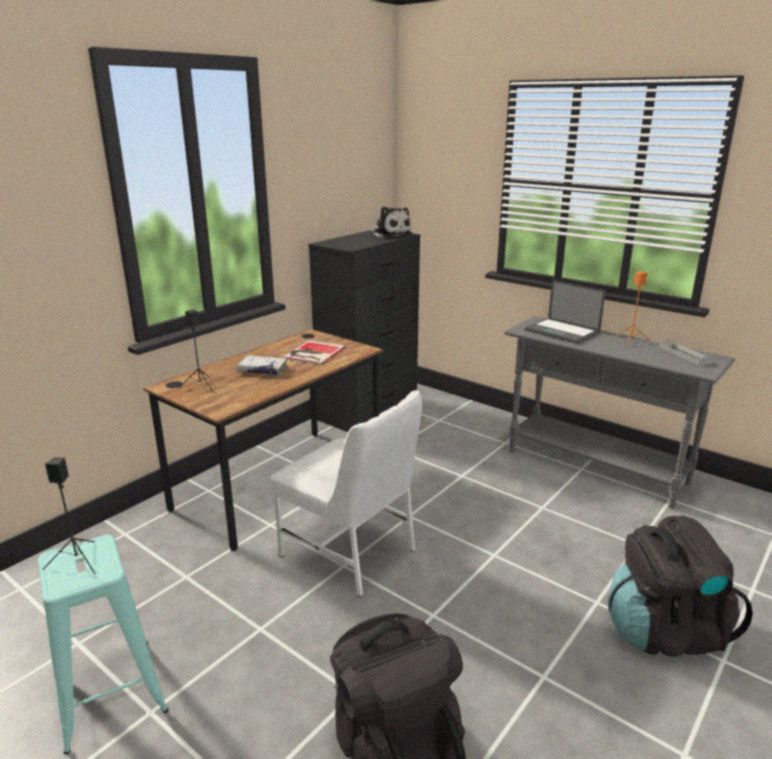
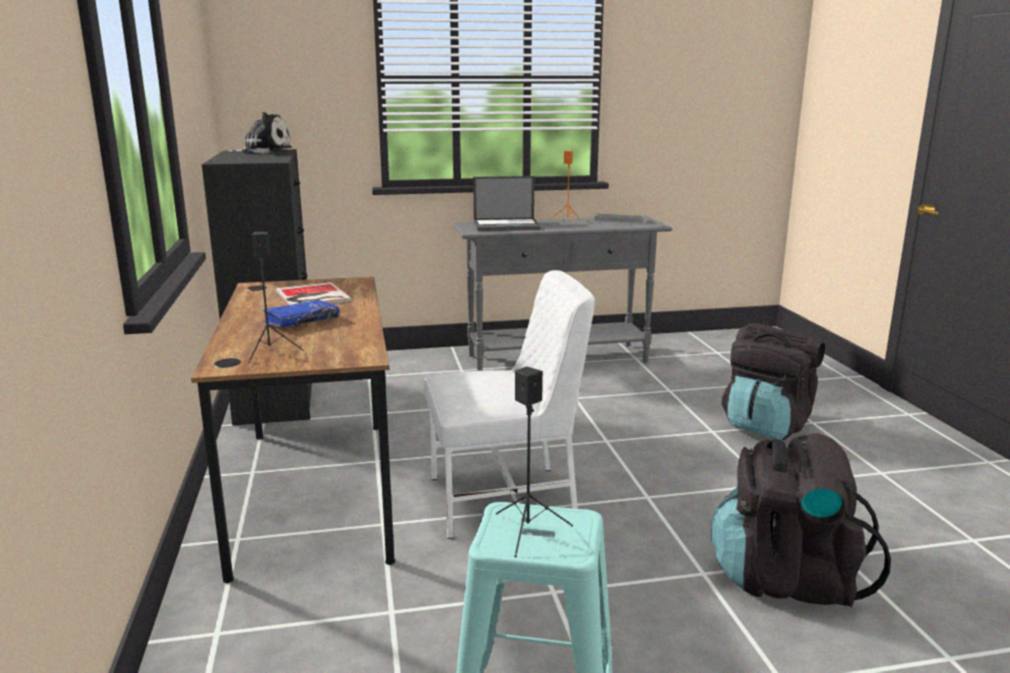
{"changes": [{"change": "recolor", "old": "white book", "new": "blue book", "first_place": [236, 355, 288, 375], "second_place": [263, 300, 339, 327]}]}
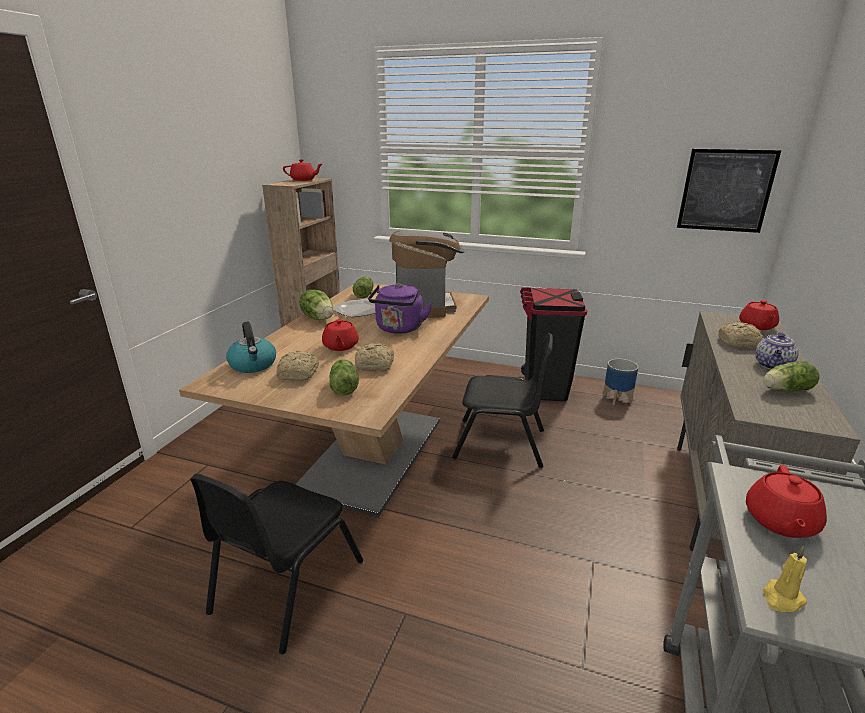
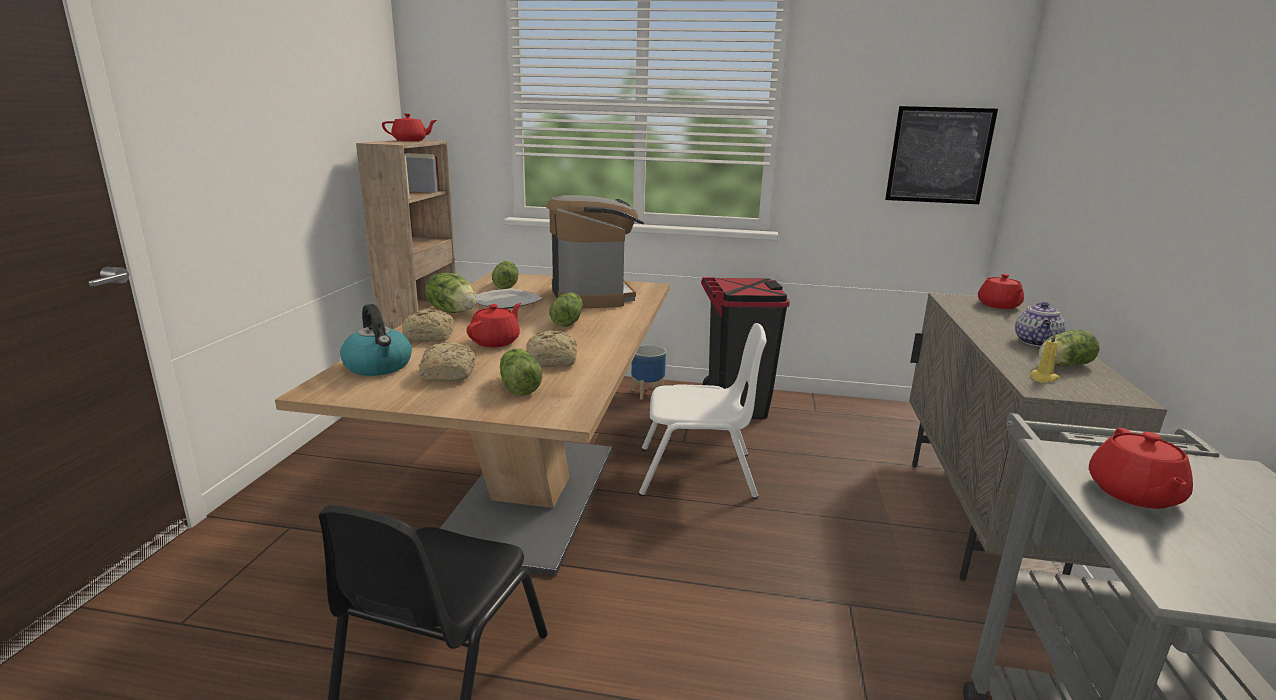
{"changes": [{"change": "rotate", "old": "red teapot", "first_place": [322, 319, 359, 351], "second_place": [467, 303, 521, 347], "degrees": -135}, {"change": "replace", "old": "purple kettle", "new": "lettuce", "first_place": [368, 283, 432, 334], "second_place": [549, 292, 583, 327]}, {"change": "recolor", "old": "black chair", "new": "white chair", "first_place": [452, 333, 553, 468], "second_place": [639, 323, 767, 499]}, {"change": "move", "old": "planter", "first_place": [603, 359, 638, 405], "second_place": [631, 345, 666, 400]}, {"change": "move", "old": "bread", "first_place": [718, 321, 764, 348], "second_place": [402, 308, 455, 342]}, {"change": "move", "old": "yellow candle", "first_place": [763, 546, 807, 612], "second_place": [1030, 333, 1059, 383]}]}
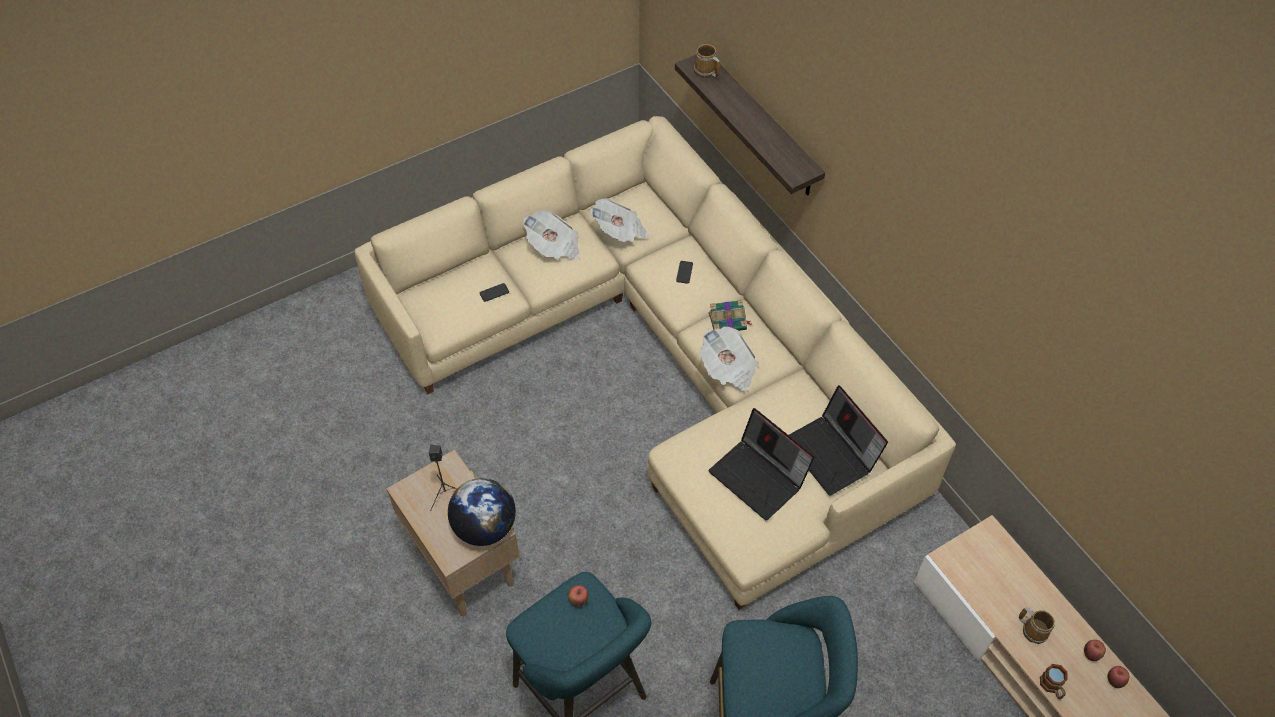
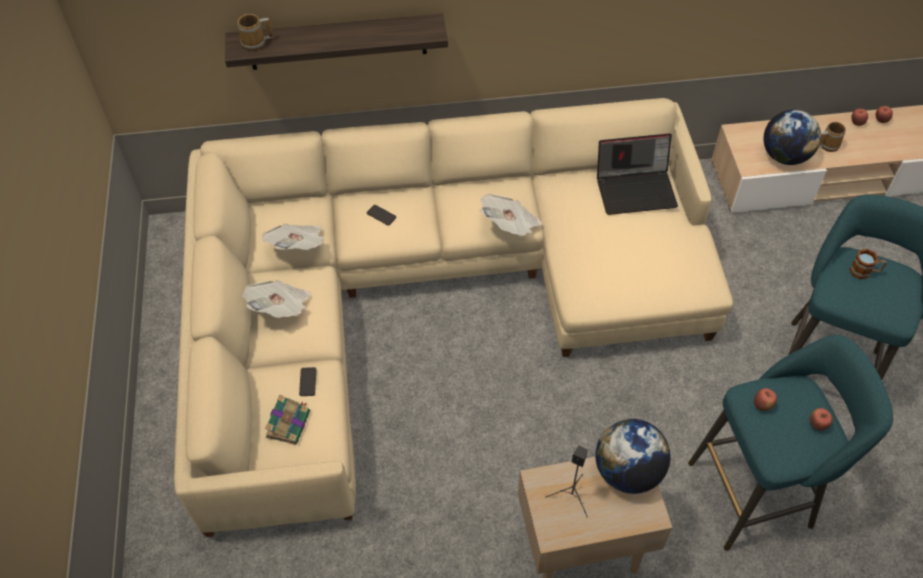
{"changes": [{"change": "delete", "old": "laptop", "first_place": [708, 408, 814, 520]}, {"change": "move", "old": "book", "first_place": [709, 300, 751, 331], "second_place": [265, 395, 310, 445]}, {"change": "move", "old": "mug", "first_place": [1040, 664, 1068, 699], "second_place": [849, 249, 887, 279]}, {"change": "insert", "new": "globe", "second_place": [763, 110, 821, 165]}, {"change": "insert", "new": "apple", "second_place": [810, 408, 833, 430]}]}
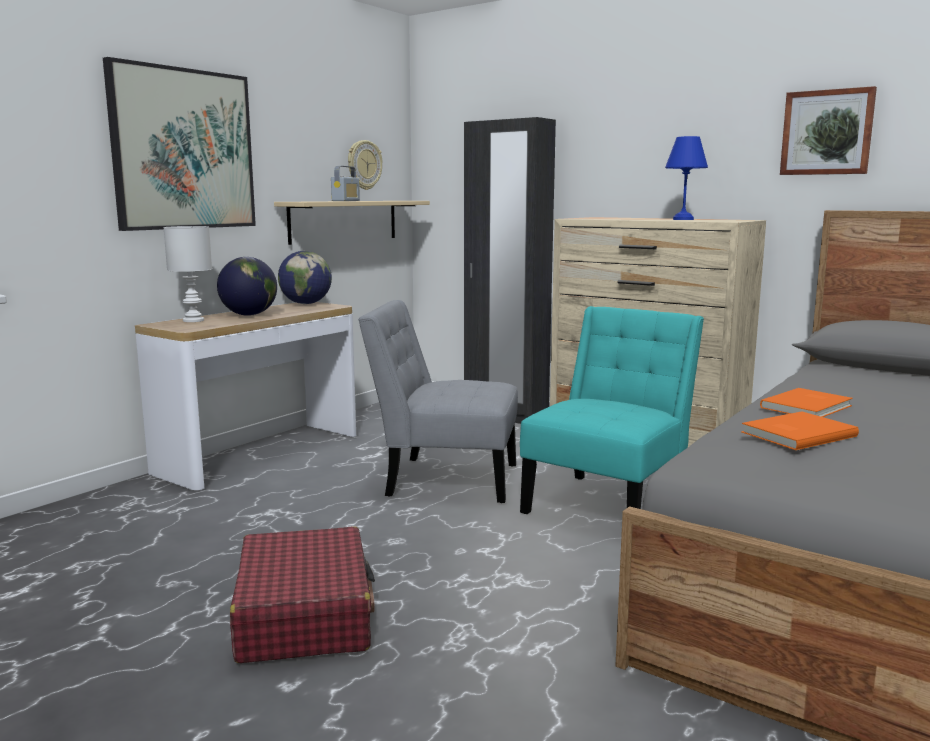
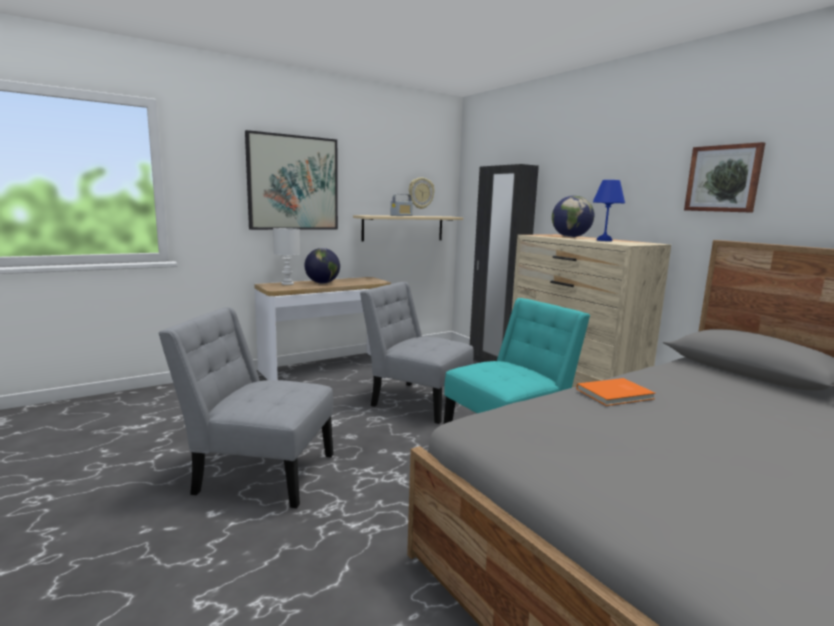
{"changes": [{"change": "replace", "old": "red suitcase", "new": "grey chair", "first_place": [230, 526, 375, 663], "second_place": [158, 307, 333, 508]}, {"change": "move", "old": "globe", "first_place": [278, 251, 332, 304], "second_place": [552, 195, 594, 237]}, {"change": "delete", "old": "orange book", "first_place": [741, 411, 859, 450]}]}
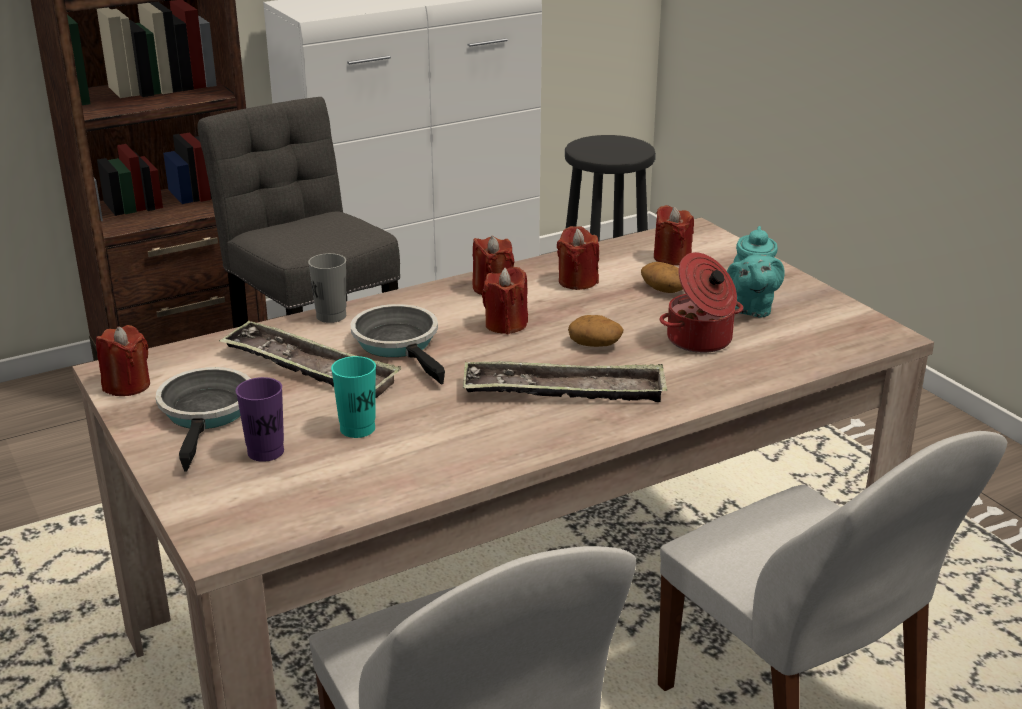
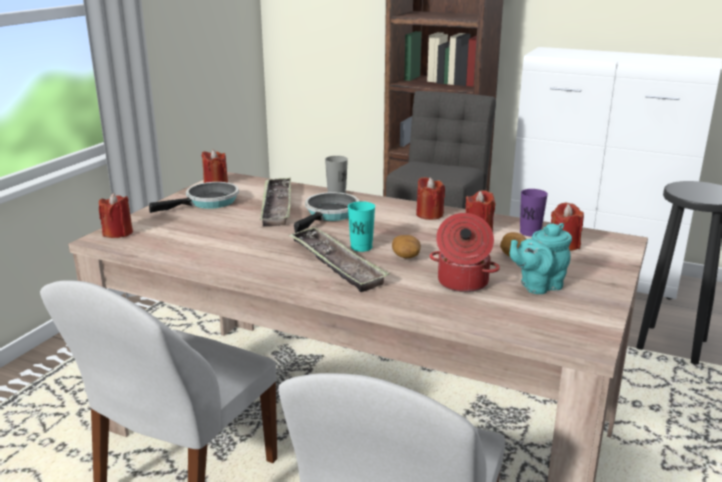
{"changes": [{"change": "move", "old": "purple cup", "first_place": [236, 377, 284, 462], "second_place": [520, 189, 548, 237]}, {"change": "move", "old": "turquoise cup", "first_place": [331, 356, 376, 438], "second_place": [348, 201, 375, 252]}, {"change": "move", "old": "red candle", "first_place": [482, 267, 528, 334], "second_place": [99, 193, 133, 238]}]}
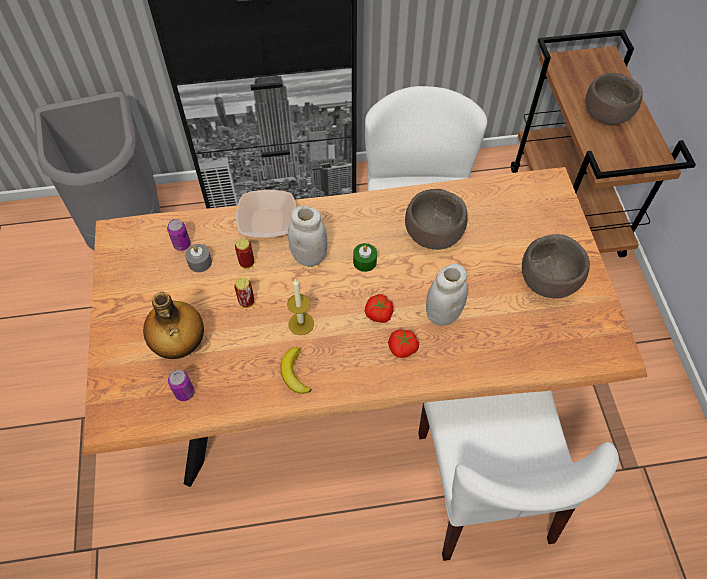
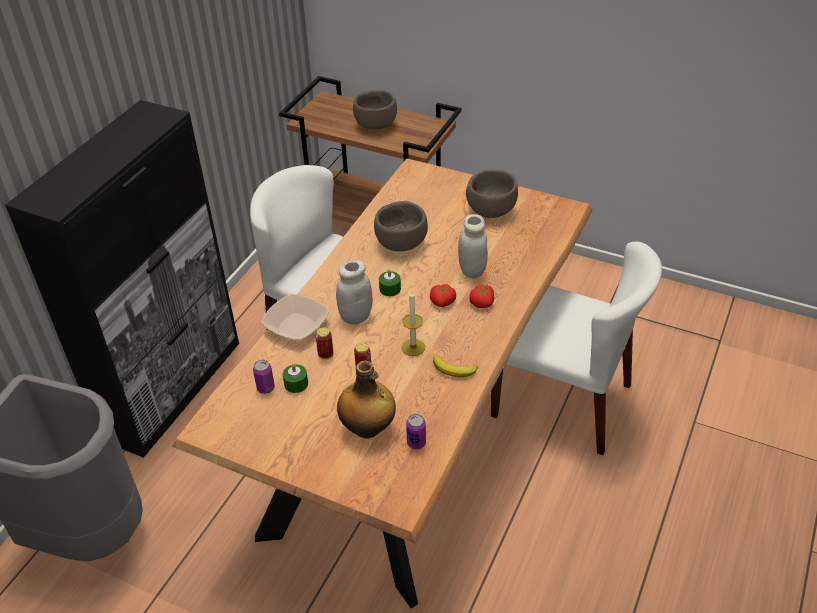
{"changes": [{"change": "recolor", "old": "grey candle", "new": "green candle", "first_place": [185, 244, 212, 272], "second_place": [283, 364, 308, 393]}]}
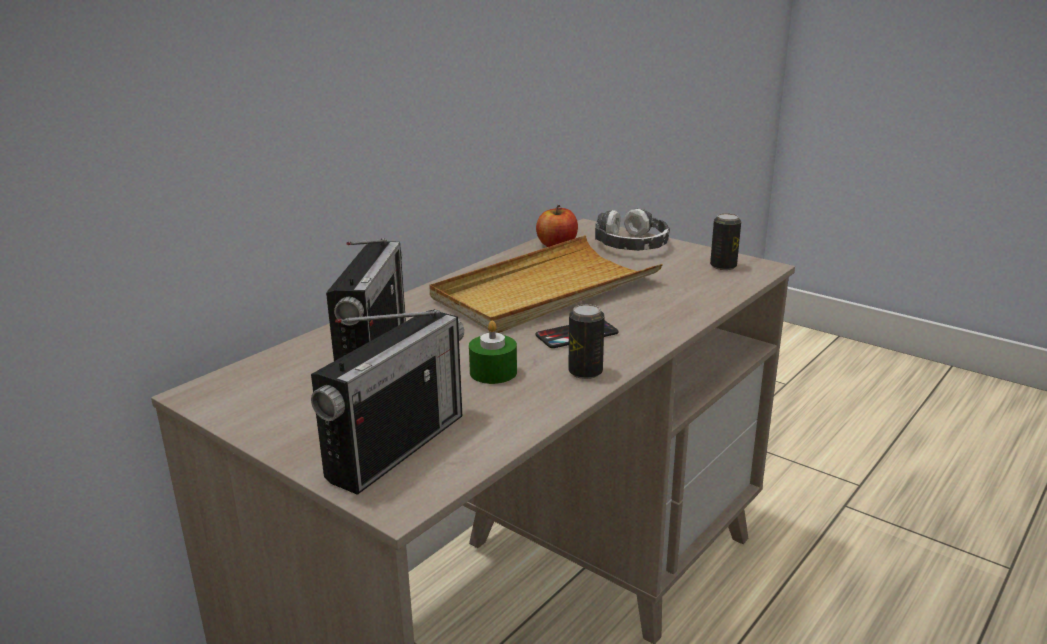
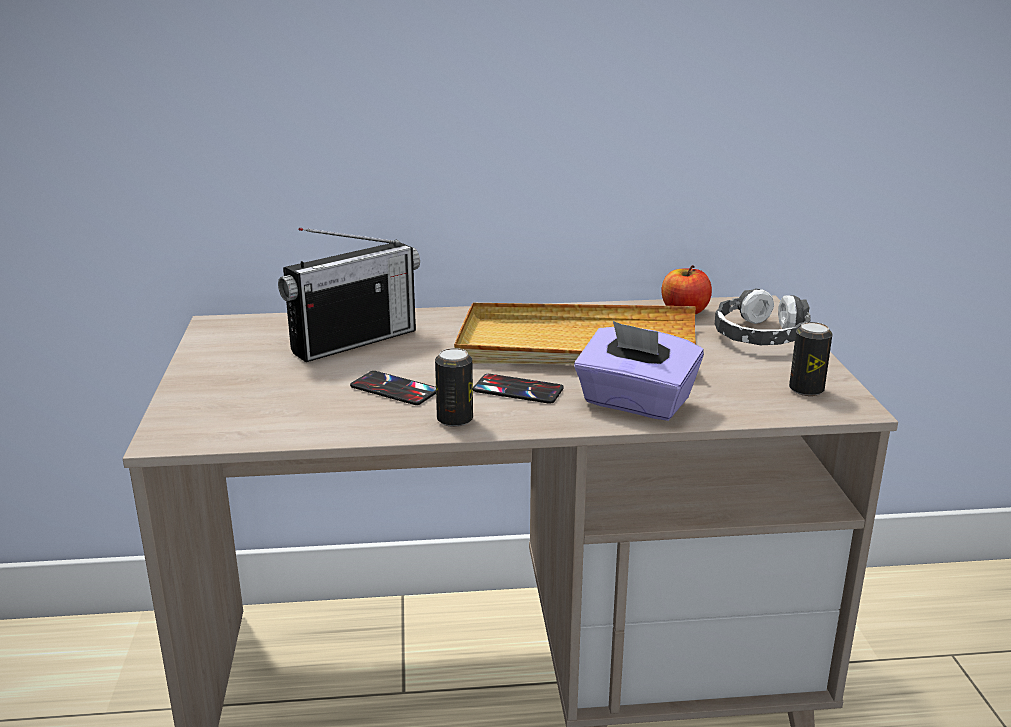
{"changes": [{"change": "delete", "old": "radio", "first_place": [311, 309, 464, 495]}, {"change": "replace", "old": "green candle", "new": "phone", "first_place": [469, 321, 517, 384], "second_place": [350, 371, 436, 405]}, {"change": "insert", "new": "purple tissue box", "second_place": [574, 321, 704, 421]}]}
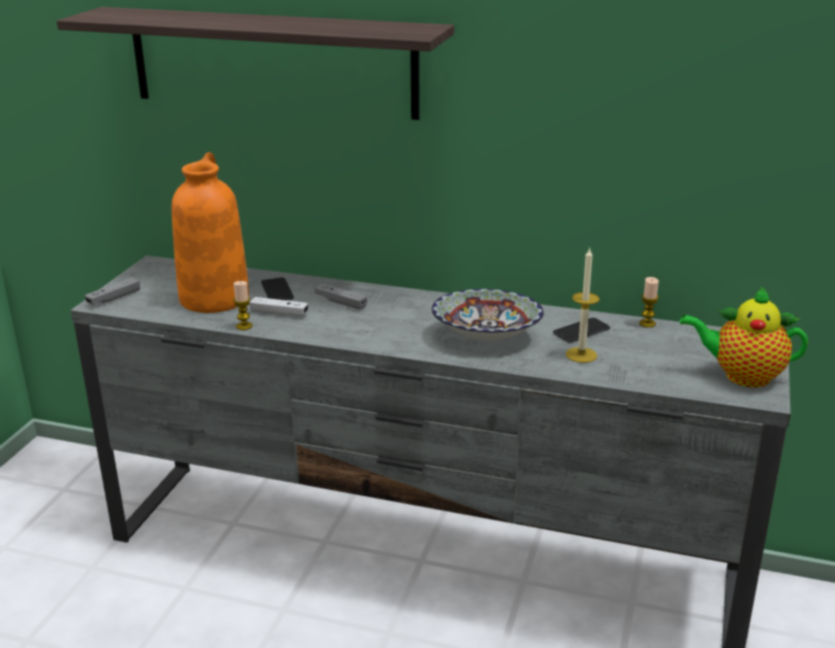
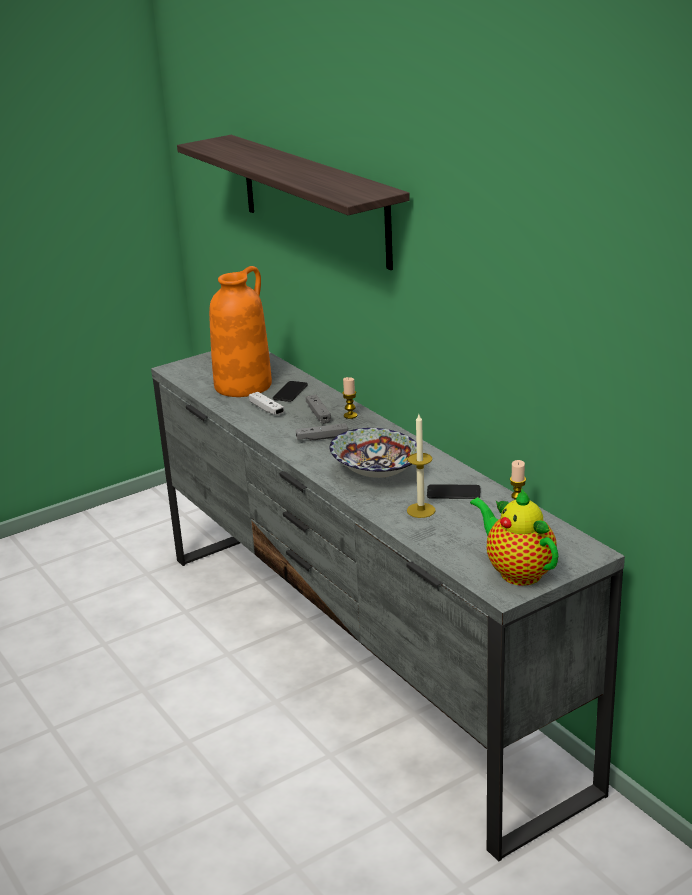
{"changes": [{"change": "move", "old": "grey game controller", "first_place": [85, 278, 140, 305], "second_place": [296, 423, 348, 441]}, {"change": "move", "old": "candle", "first_place": [233, 281, 253, 330], "second_place": [342, 377, 357, 419]}]}
